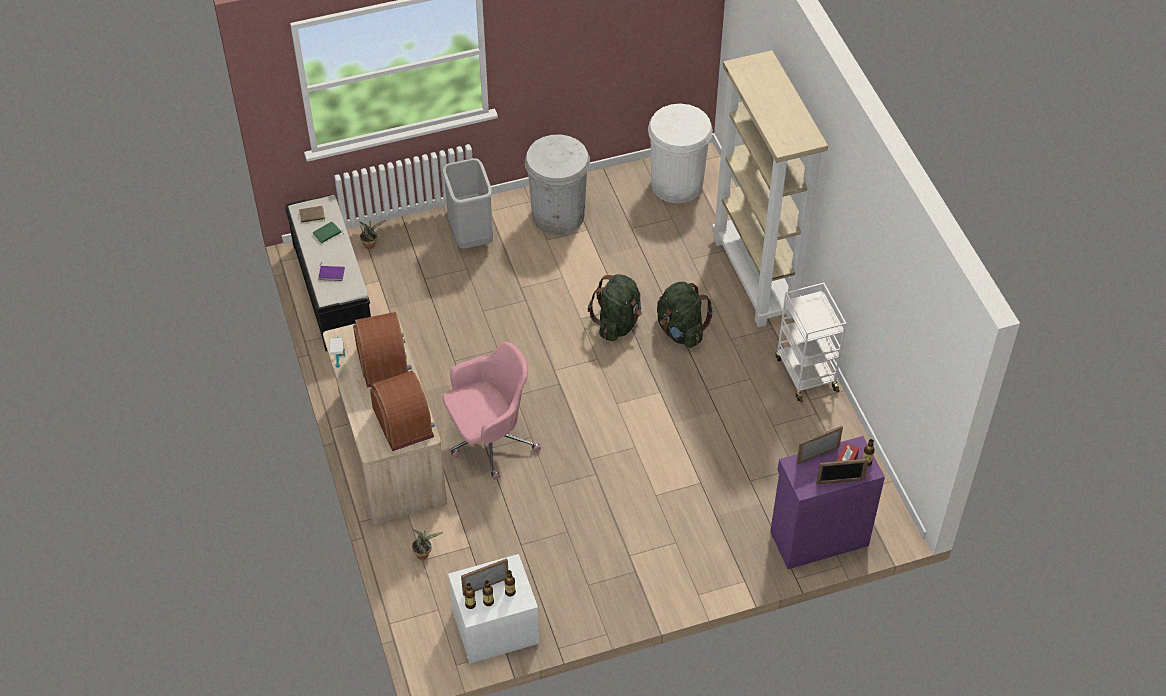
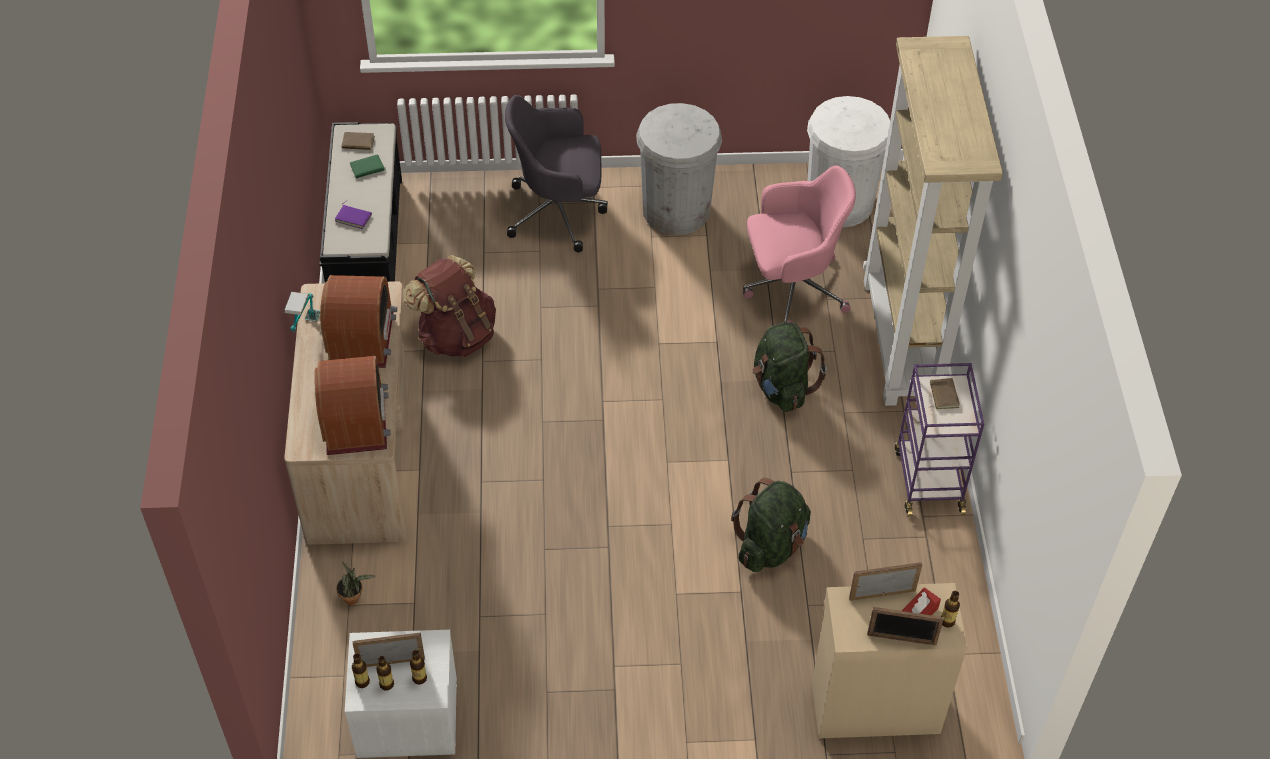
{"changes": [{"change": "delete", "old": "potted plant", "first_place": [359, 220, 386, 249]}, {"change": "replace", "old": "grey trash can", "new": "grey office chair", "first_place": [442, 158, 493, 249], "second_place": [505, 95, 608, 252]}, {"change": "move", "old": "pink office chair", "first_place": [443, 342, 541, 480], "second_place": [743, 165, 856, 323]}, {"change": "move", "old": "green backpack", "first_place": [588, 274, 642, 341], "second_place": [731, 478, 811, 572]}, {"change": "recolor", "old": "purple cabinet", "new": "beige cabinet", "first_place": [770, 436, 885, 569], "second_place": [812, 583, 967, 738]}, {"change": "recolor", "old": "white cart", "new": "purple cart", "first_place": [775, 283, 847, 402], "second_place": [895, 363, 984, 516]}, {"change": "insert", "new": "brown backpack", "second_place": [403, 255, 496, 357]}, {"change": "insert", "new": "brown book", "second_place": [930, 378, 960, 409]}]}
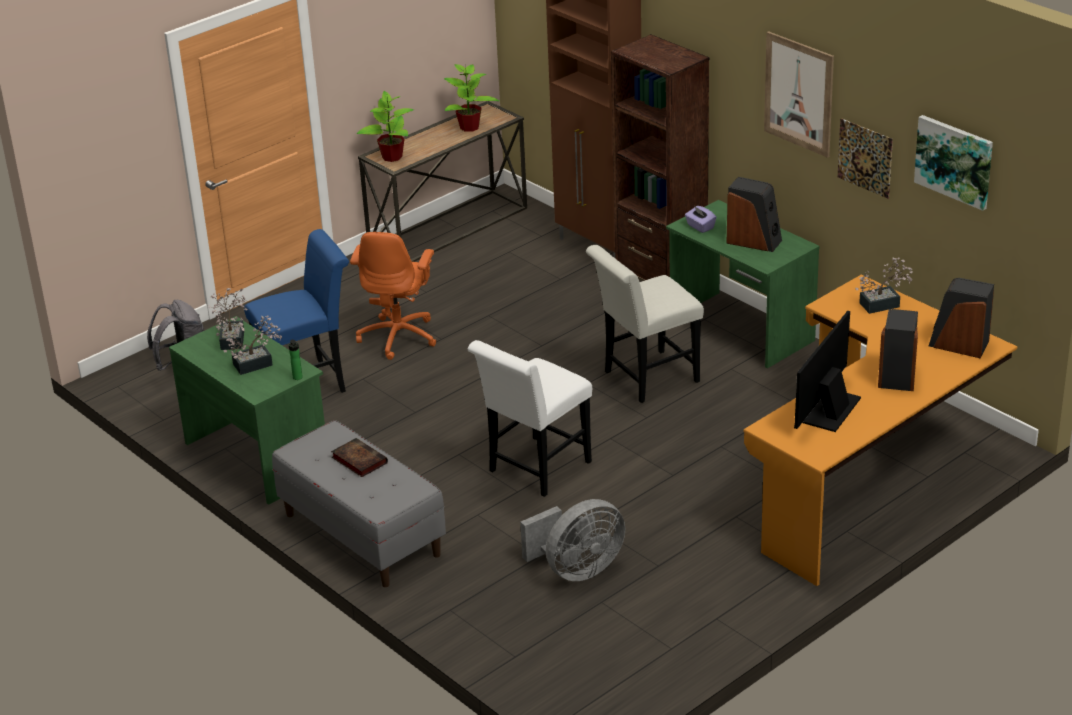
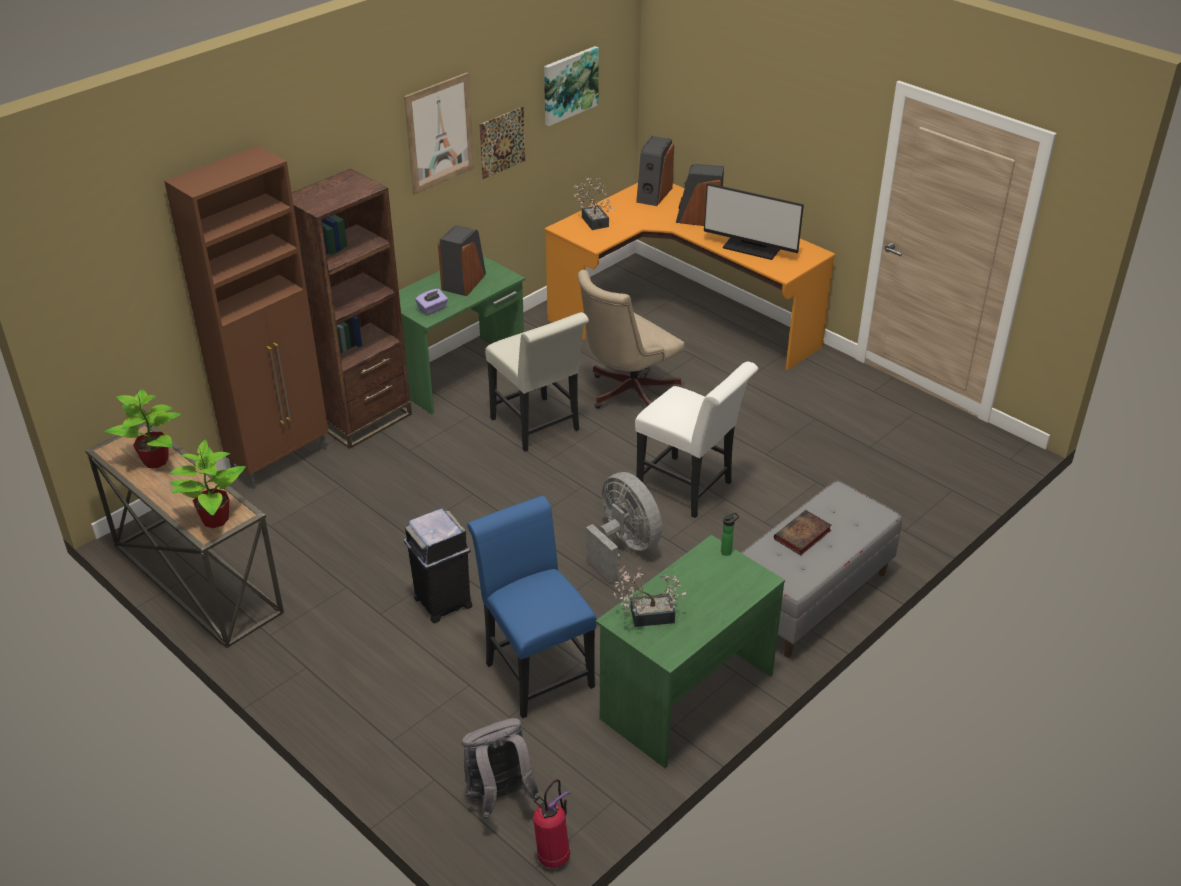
{"changes": [{"change": "delete", "old": "potted plant", "first_place": [223, 315, 282, 375]}, {"change": "replace", "old": "orange office chair", "new": "black trash can", "first_place": [350, 232, 436, 360], "second_place": [404, 508, 472, 623]}, {"change": "move", "old": "grey fan", "first_place": [520, 499, 625, 581], "second_place": [586, 472, 662, 582]}, {"change": "insert", "new": "fire extinguisher", "second_place": [533, 779, 570, 868]}, {"change": "insert", "new": "beige office chair", "second_place": [577, 270, 685, 409]}]}
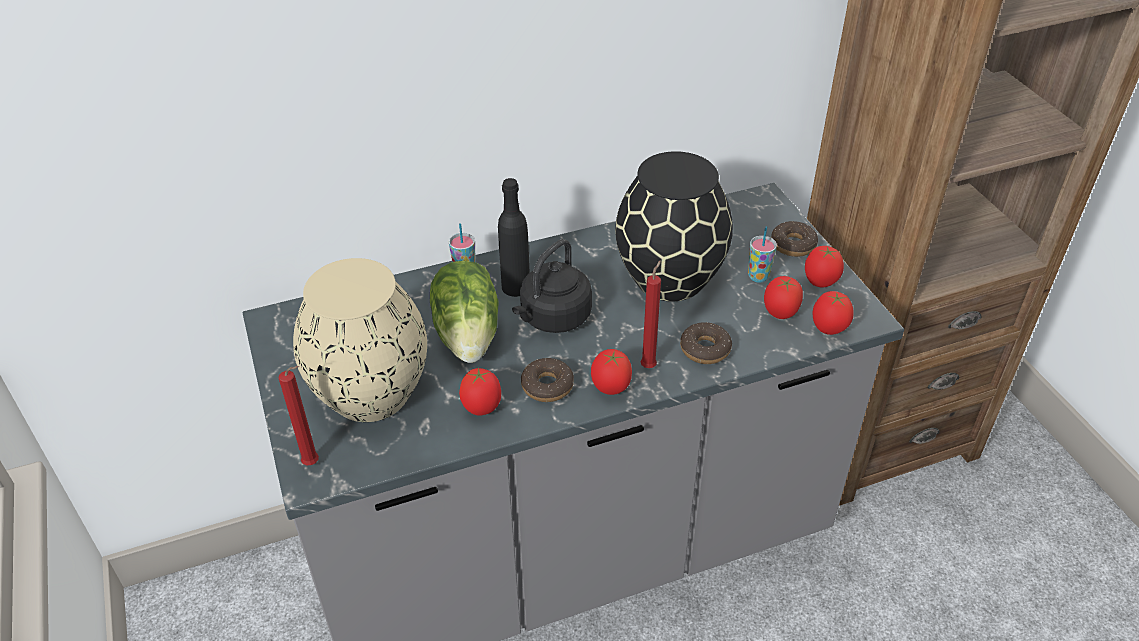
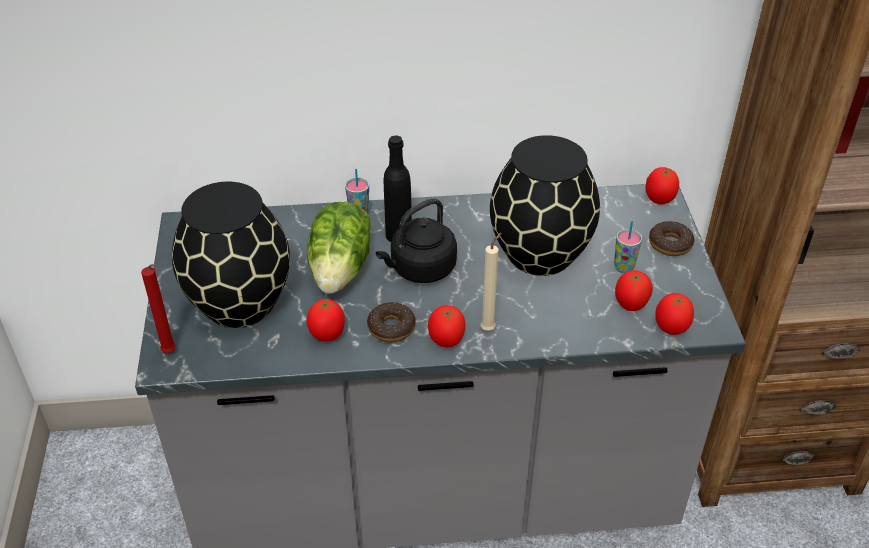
{"changes": [{"change": "recolor", "old": "beige vase", "new": "black vase", "first_place": [293, 258, 427, 422], "second_place": [172, 182, 290, 328]}, {"change": "recolor", "old": "red candle", "new": "beige candle", "first_place": [641, 260, 661, 368], "second_place": [481, 233, 501, 331]}, {"change": "delete", "old": "donut", "first_place": [680, 322, 732, 364]}, {"change": "move", "old": "tomato", "first_place": [805, 246, 844, 288], "second_place": [646, 167, 679, 205]}]}
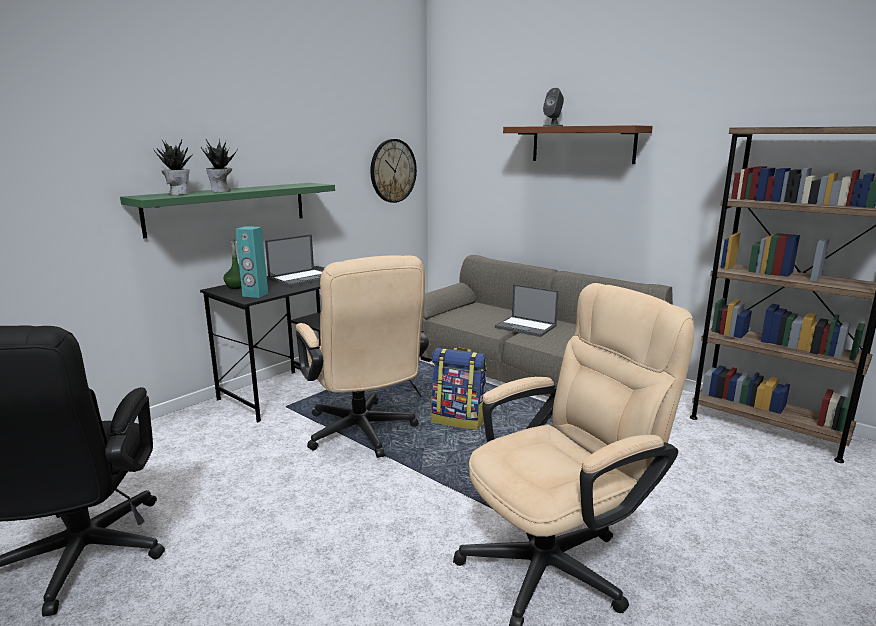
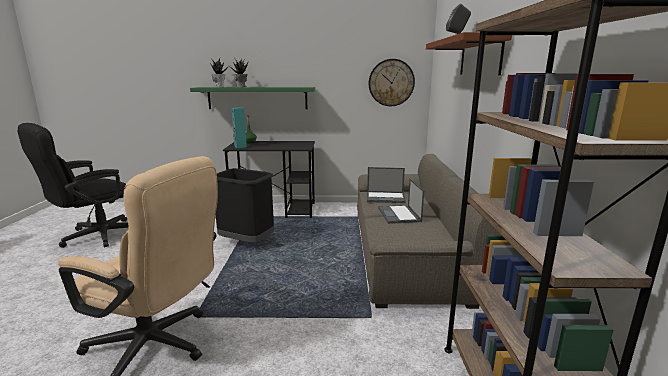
{"changes": [{"change": "move", "old": "laptop", "first_place": [265, 234, 323, 287], "second_place": [367, 167, 406, 203]}, {"change": "replace", "old": "beige office chair", "new": "black trash can", "first_place": [296, 255, 429, 458], "second_place": [216, 168, 274, 243]}, {"change": "delete", "old": "backpack", "first_place": [431, 347, 487, 430]}]}
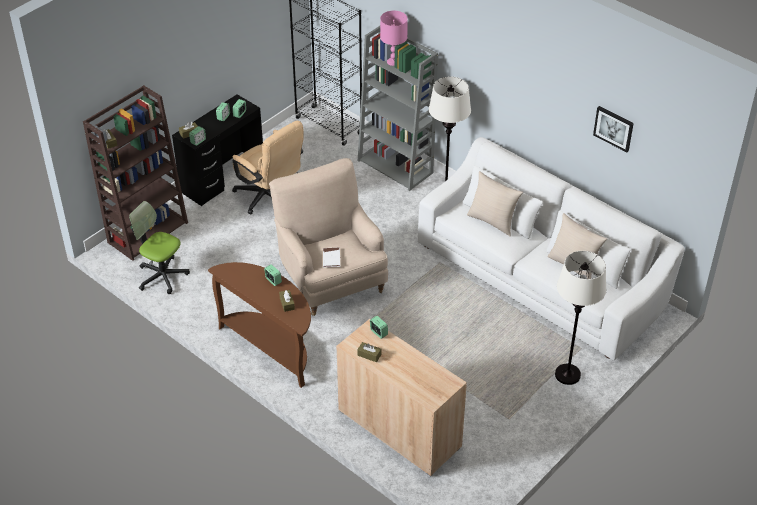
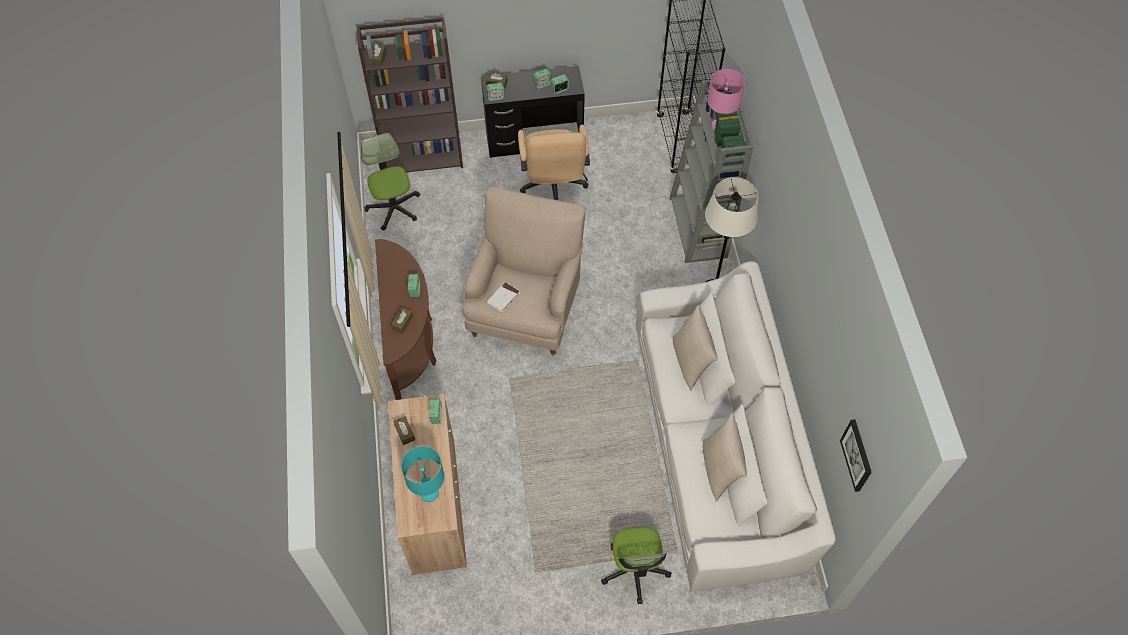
{"changes": [{"change": "replace", "old": "white floor lamp", "new": "office chair", "first_place": [555, 251, 606, 385], "second_place": [601, 527, 671, 604]}, {"change": "move", "old": "picture", "first_place": [593, 106, 634, 152], "second_place": [840, 419, 872, 492]}, {"change": "insert", "new": "turquoise table lamp", "second_place": [401, 446, 444, 502]}]}
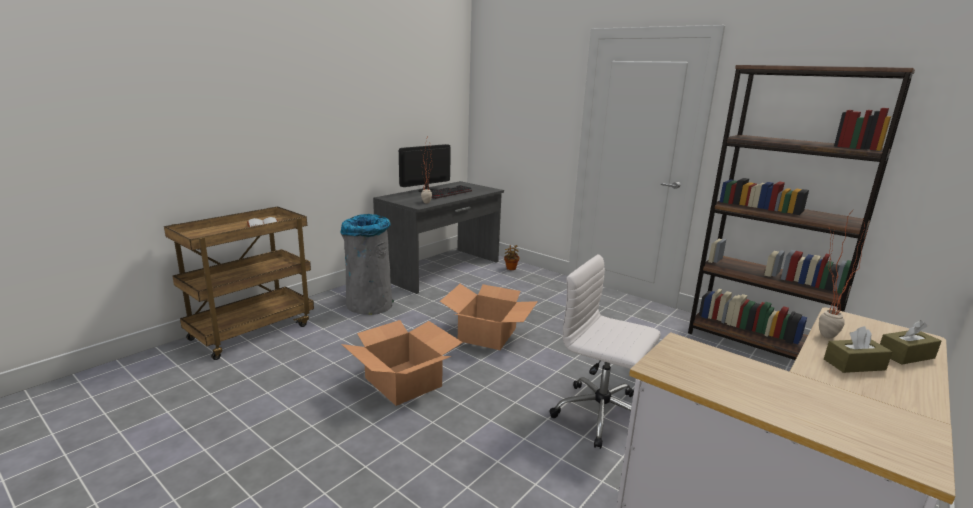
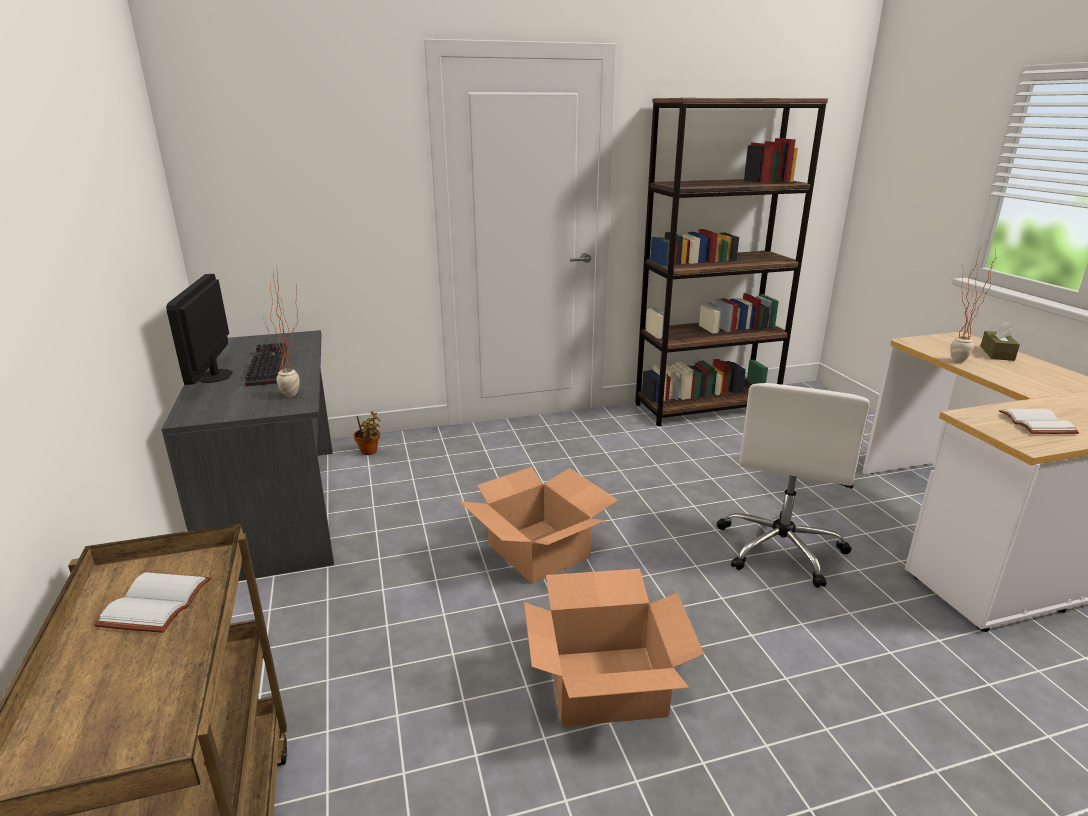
{"changes": [{"change": "delete", "old": "grey trash can", "first_place": [341, 214, 394, 315]}, {"change": "rotate", "old": "white office chair", "first_place": [549, 254, 661, 449], "second_place": [717, 383, 870, 588], "degrees": -45}, {"change": "delete", "old": "brown tissue box", "first_place": [824, 326, 892, 373]}, {"change": "insert", "new": "white book", "second_place": [999, 409, 1079, 434]}]}
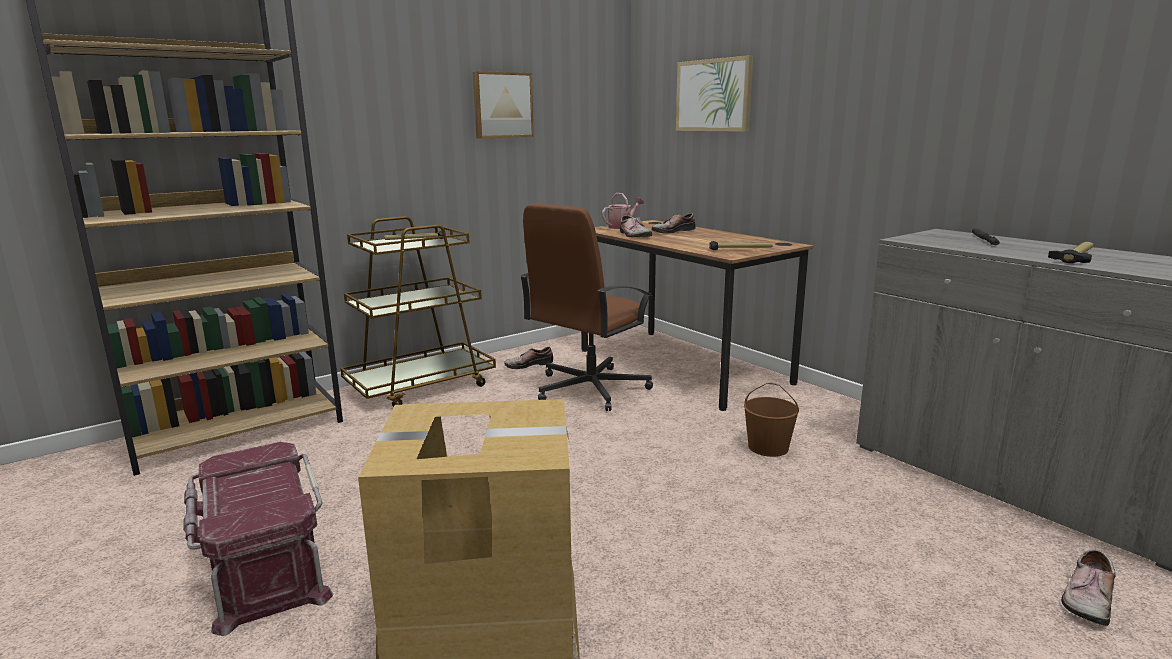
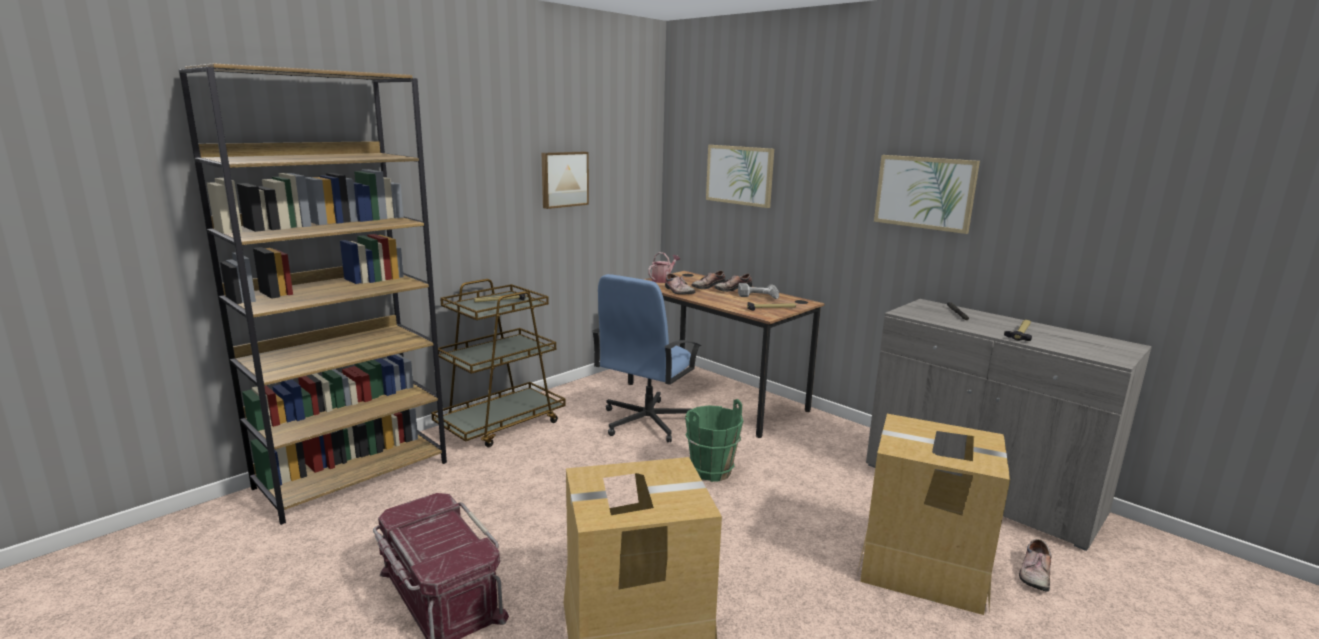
{"changes": [{"change": "move", "old": "shoe", "first_place": [504, 347, 553, 369], "second_place": [715, 274, 752, 292]}, {"change": "recolor", "old": "brown office chair", "new": "blue office chair", "first_place": [520, 203, 653, 411], "second_place": [592, 274, 701, 442]}, {"change": "delete", "old": "brown bucket", "first_place": [744, 382, 799, 457]}, {"change": "insert", "new": "green bucket", "second_place": [685, 399, 743, 482]}, {"change": "insert", "new": "power drill", "second_place": [738, 283, 779, 299]}, {"change": "insert", "new": "cardboard box", "second_place": [857, 414, 1010, 615]}, {"change": "insert", "new": "picture", "second_place": [874, 155, 980, 234]}]}
